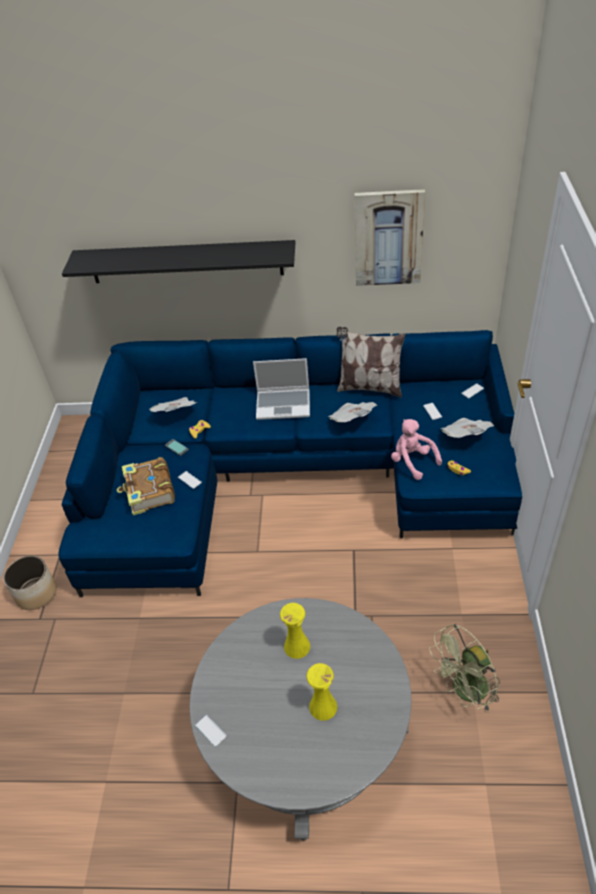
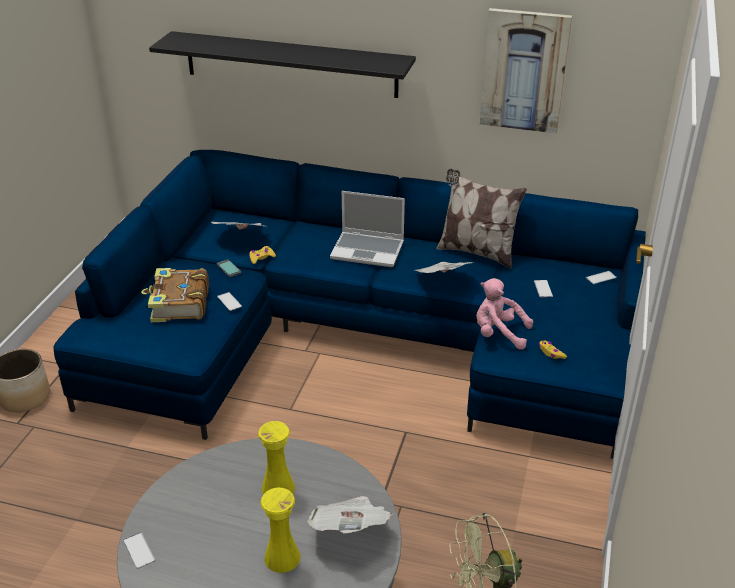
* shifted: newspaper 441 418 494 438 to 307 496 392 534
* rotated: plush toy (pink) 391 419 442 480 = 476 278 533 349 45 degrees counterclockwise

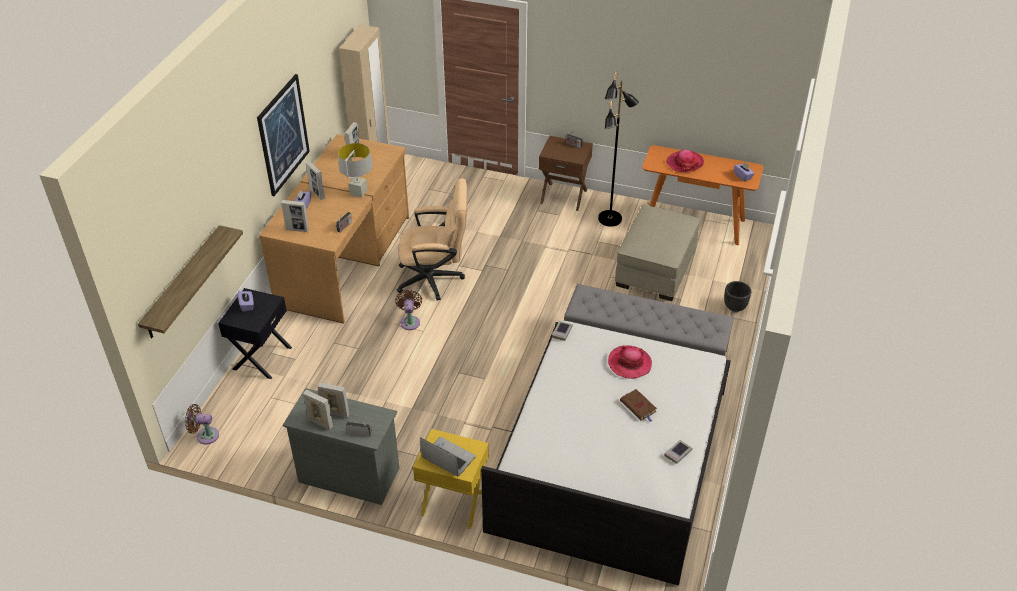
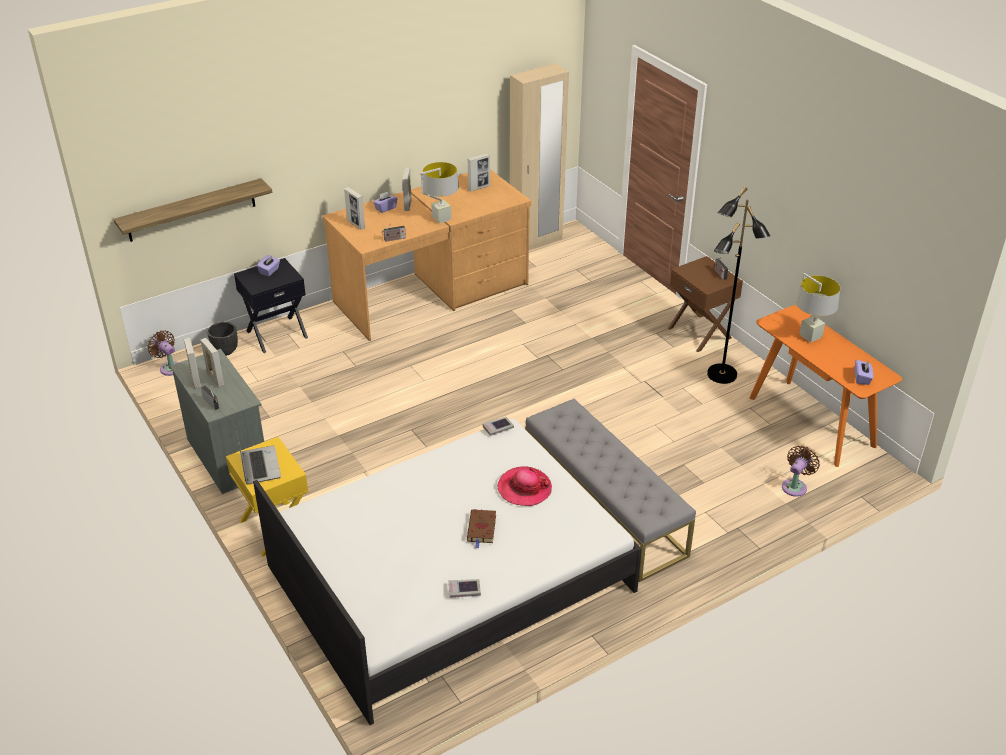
* shifted: planter (black) 724 281 751 312 to 207 322 238 356
* shifted: fan (brown) 395 290 422 330 to 782 446 820 497
* swapped: hat 666 149 704 172 to table lamp (grey) 796 273 840 343
* gone: picture 257 74 310 196
* gone: office chair (beige) 397 178 467 300
* gone: ottoman (beige) 614 205 700 301

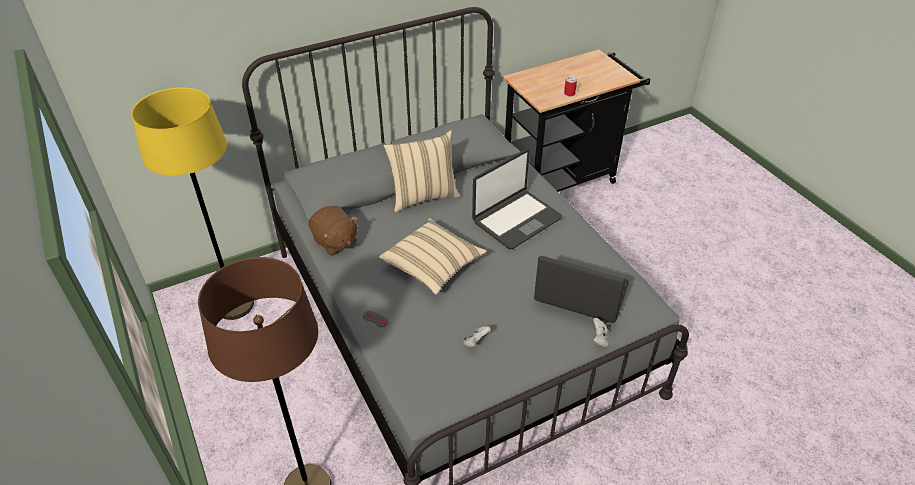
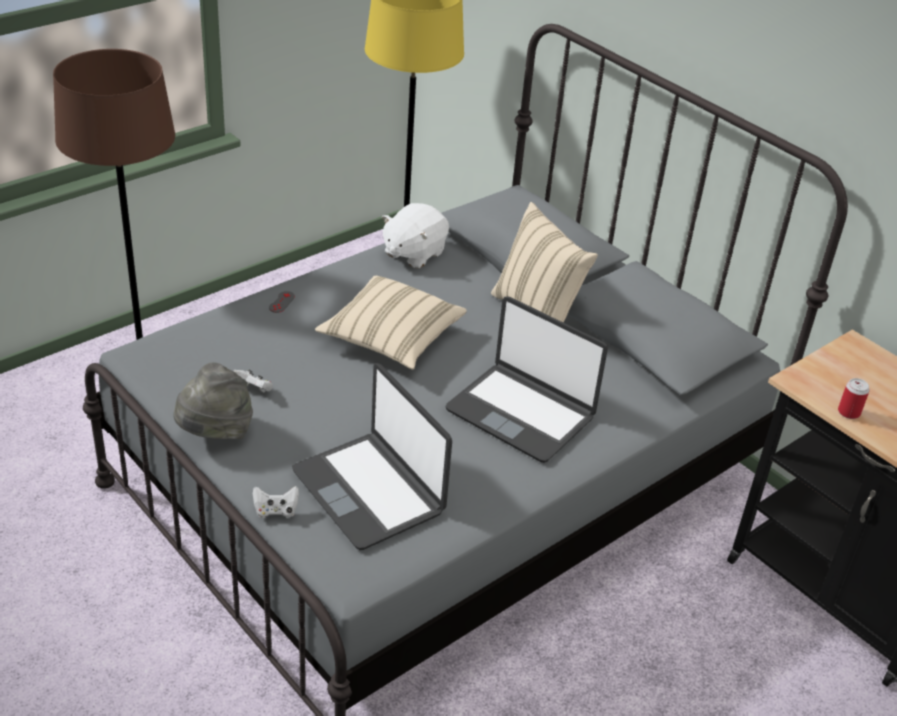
* new: hat (grey) 173 362 253 439
* rotated: laptop 534 256 629 323 = 292 363 452 550 135 degrees clockwise
* repainted: plush toy (brown) 309 205 358 255 to plush toy (white) 382 203 449 269

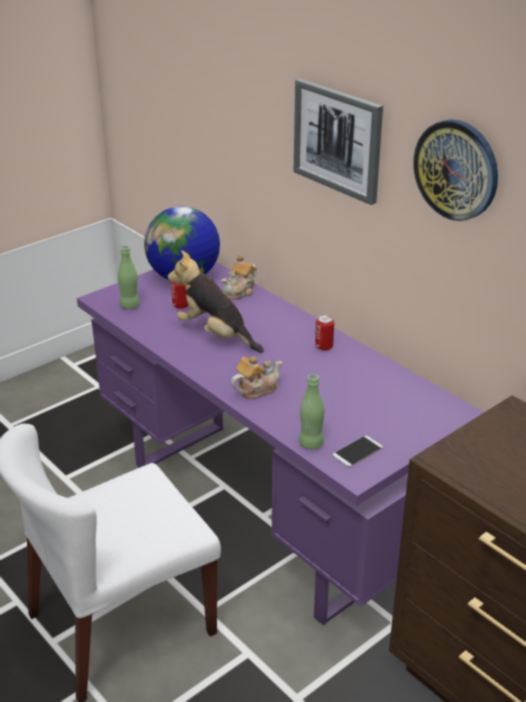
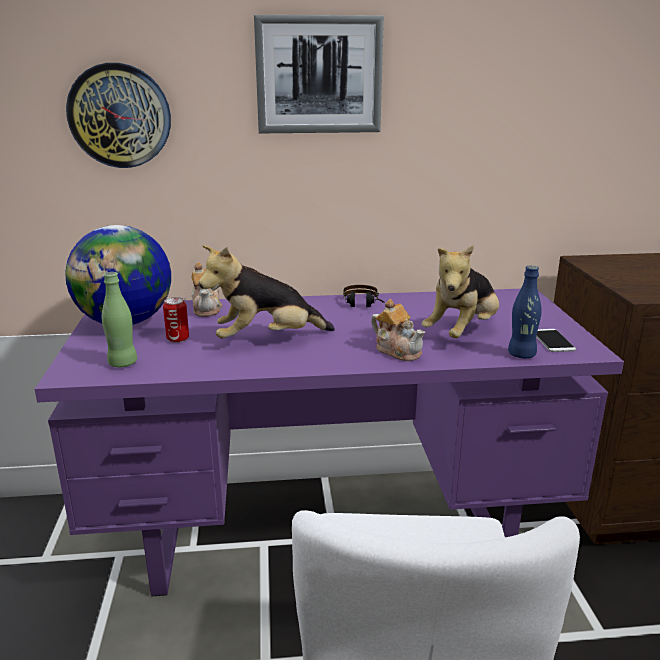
* shifted: wall clock 413 119 498 221 to 66 63 171 168
* swapped: can 315 315 334 351 to headphones 343 285 384 307
* rotated: teapot 231 356 282 399 = 371 299 425 361 135 degrees clockwise
* new: plush toy 421 245 499 338
* repainted: bottle (green) 299 374 324 449 to bottle (blue) 508 266 542 358

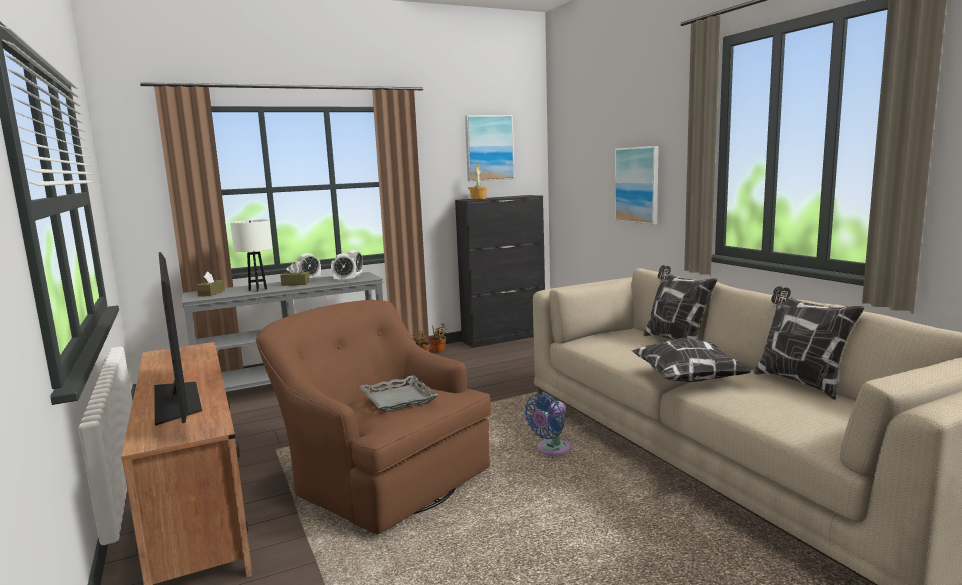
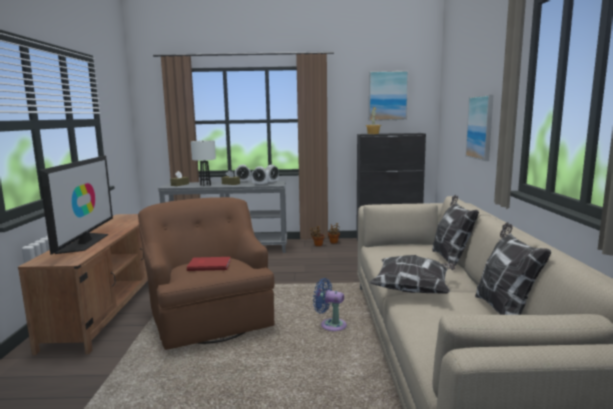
* swapped: tray (grey) 359 375 438 412 to book (red) 187 257 231 271
* rotated: fan (blue) 524 393 571 455 = 313 278 347 331 45 degrees clockwise

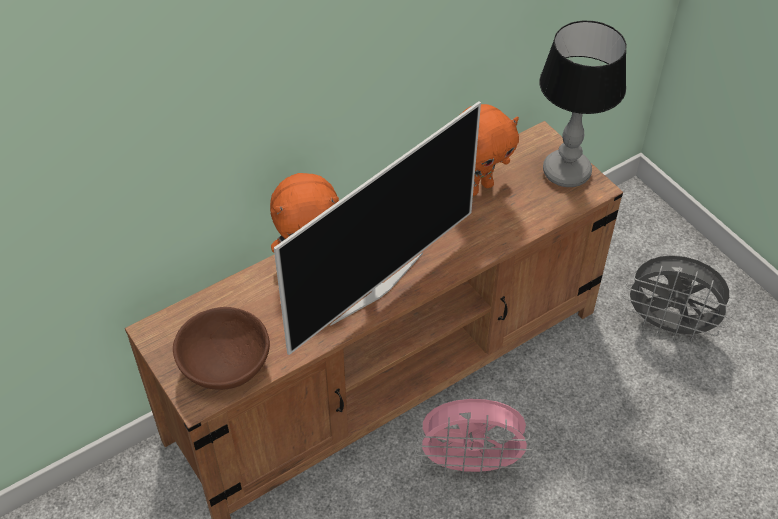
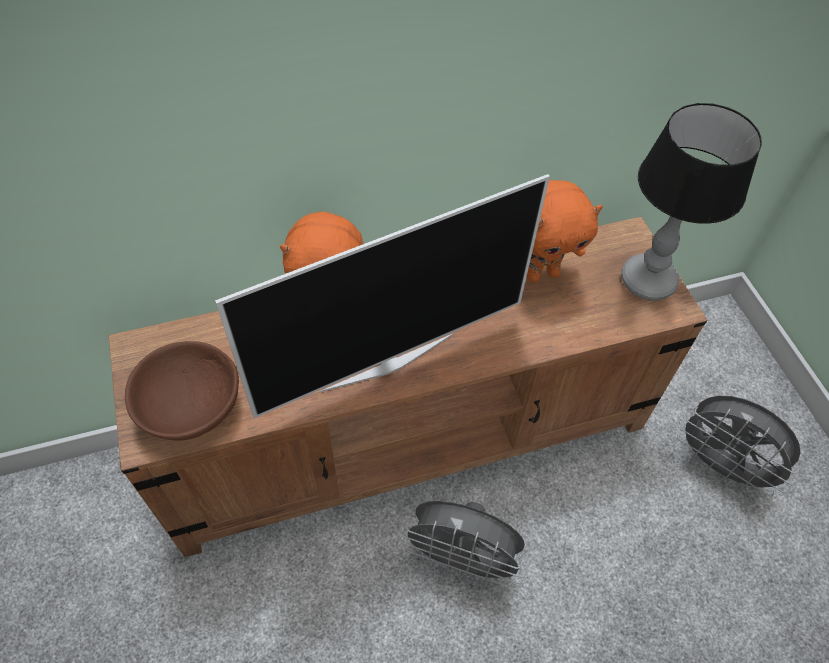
* repainted: fan (pink) 415 399 535 480 to fan (grey) 399 501 527 587

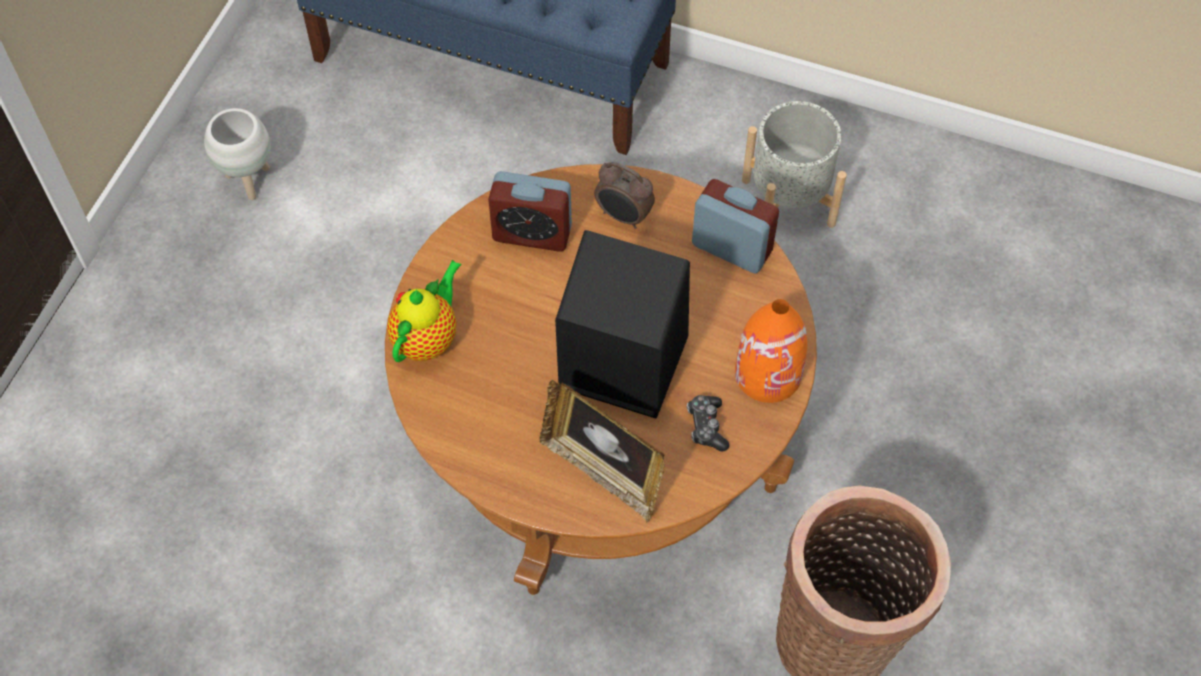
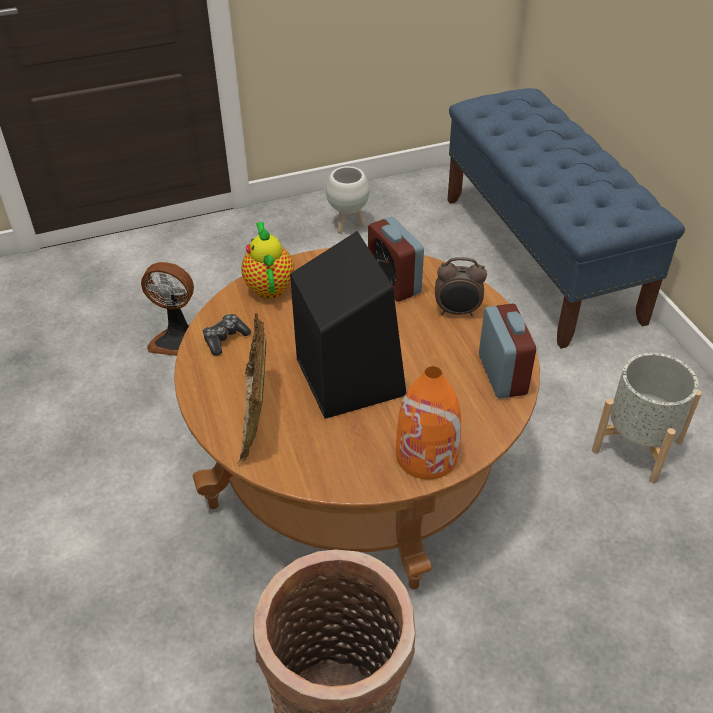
* new: fan 141 262 194 356
* shifted: game controller 687 395 729 451 to 203 314 251 355
* rotated: teapot 387 260 462 362 = 242 222 294 299 90 degrees counterclockwise
* rotated: alarm clock 594 162 655 229 = 435 257 487 316 75 degrees counterclockwise

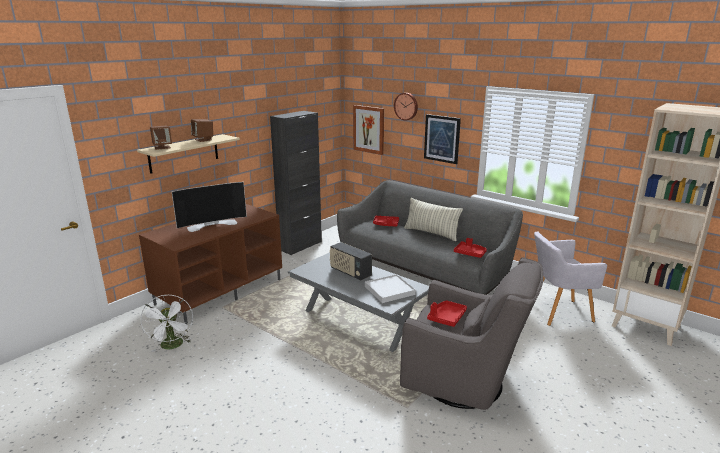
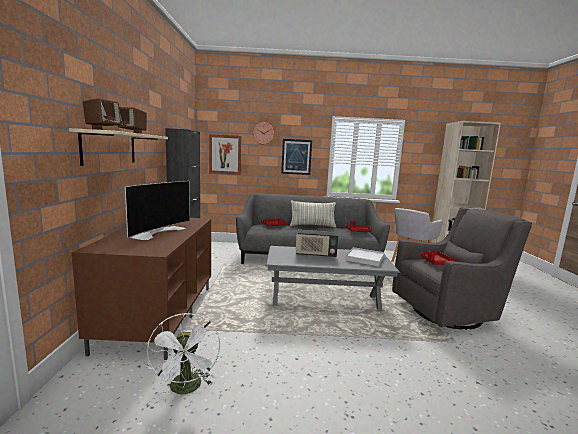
* rotated: fan (white) 141 295 193 352 = 147 313 220 396 45 degrees clockwise

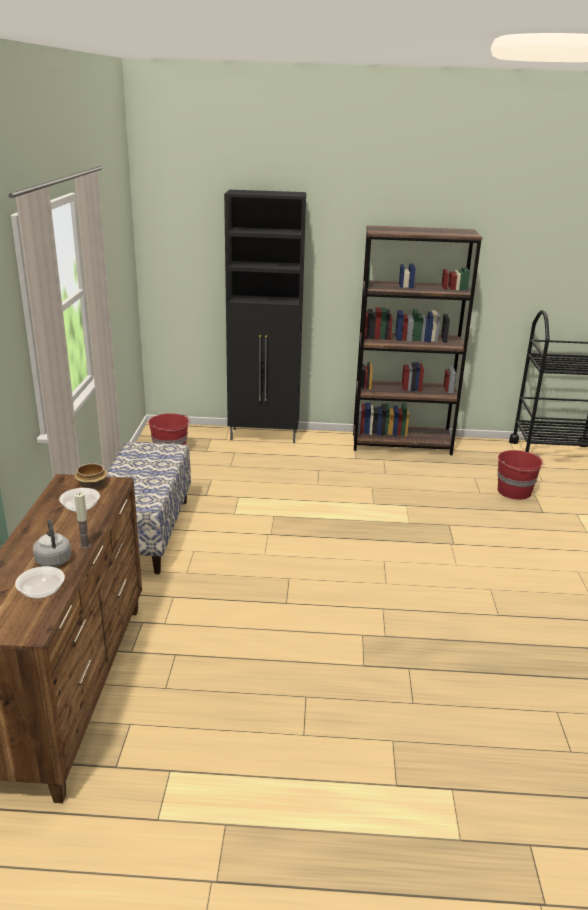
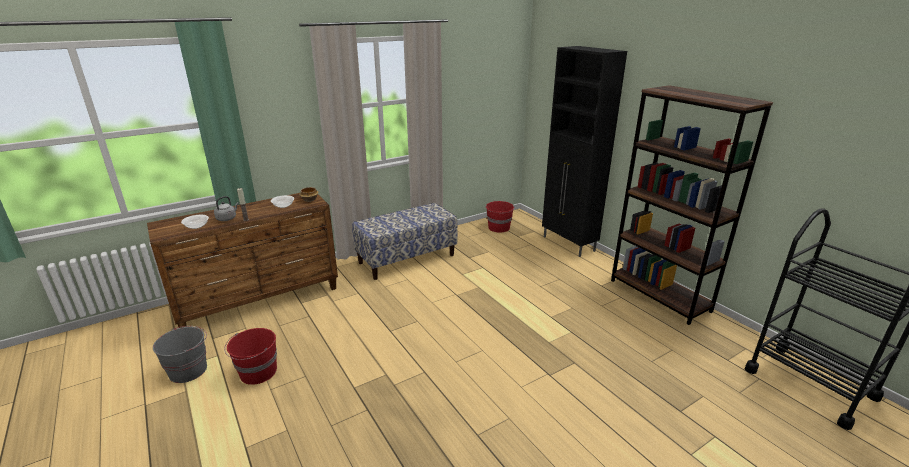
* new: bucket (grey) 153 326 207 383
* shifted: bucket (red) 497 450 544 500 to 224 328 277 385

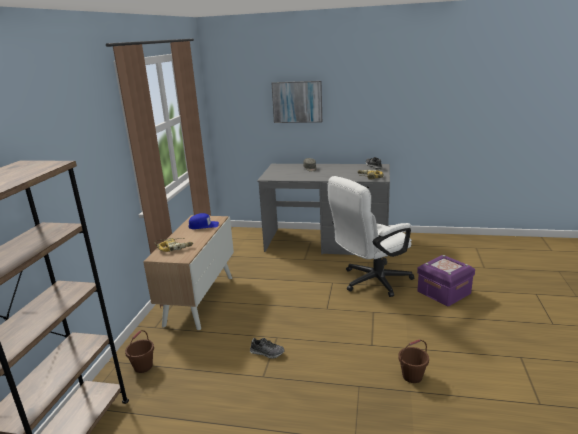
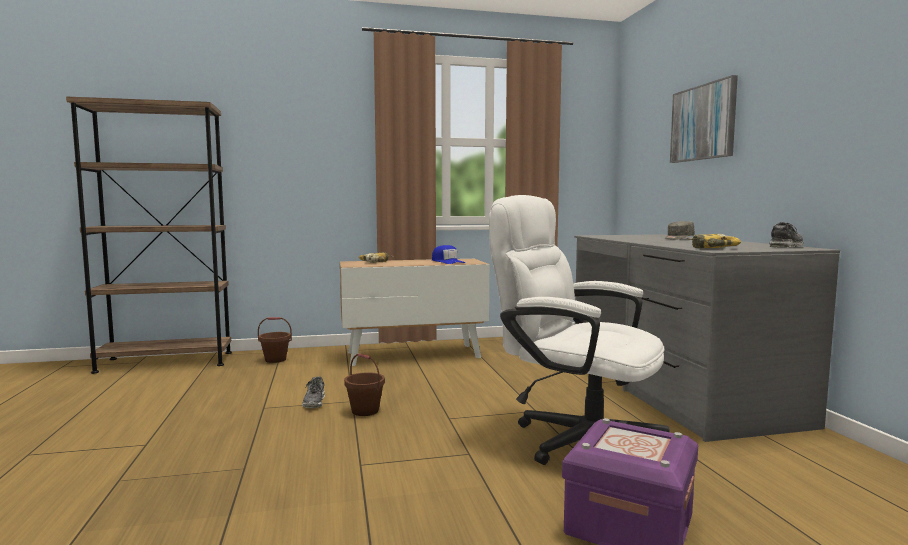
* shifted: bucket (brown) 398 340 429 383 to 344 353 385 416

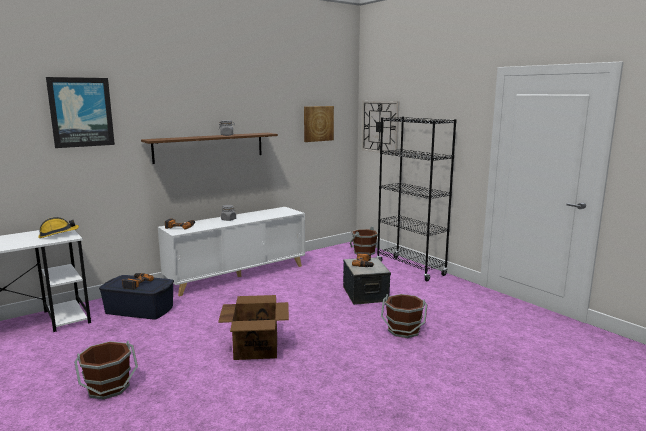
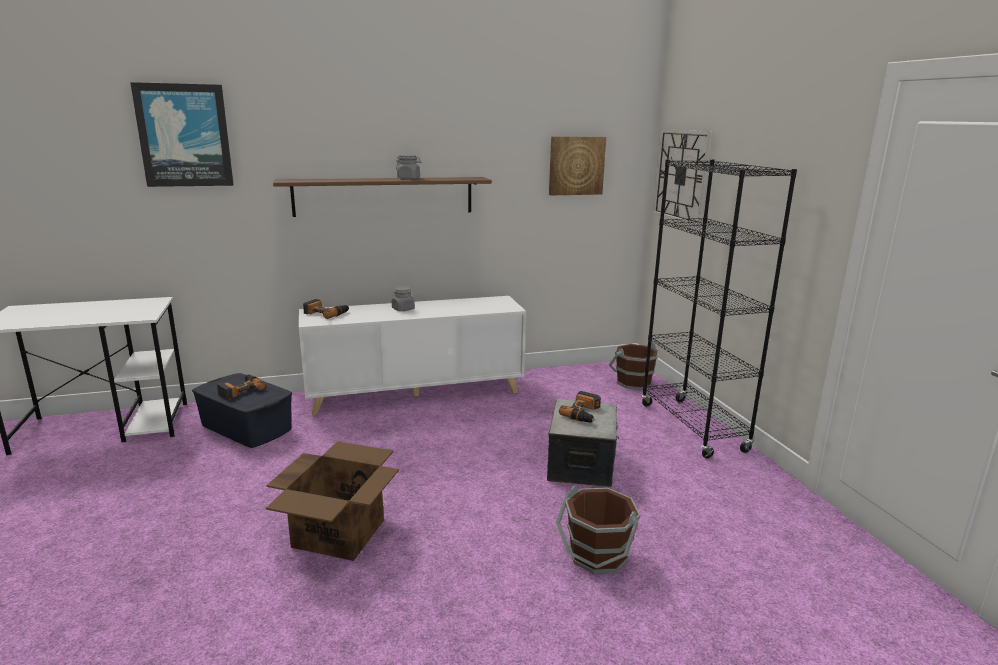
* gone: hard hat 38 217 79 238
* gone: bucket (brown) 74 341 138 400

